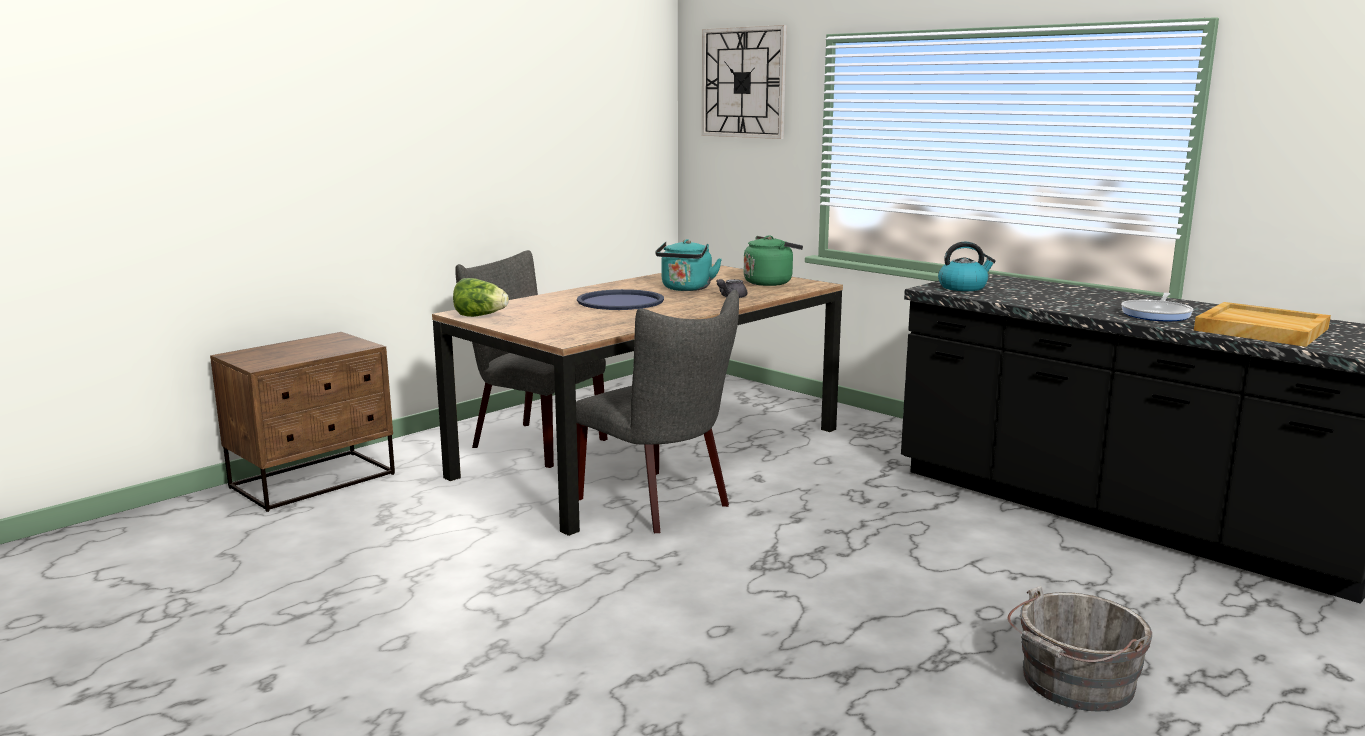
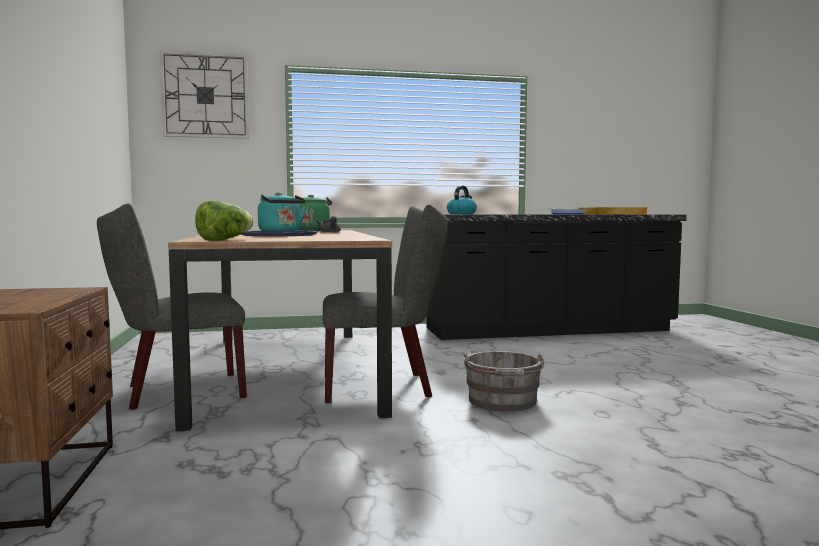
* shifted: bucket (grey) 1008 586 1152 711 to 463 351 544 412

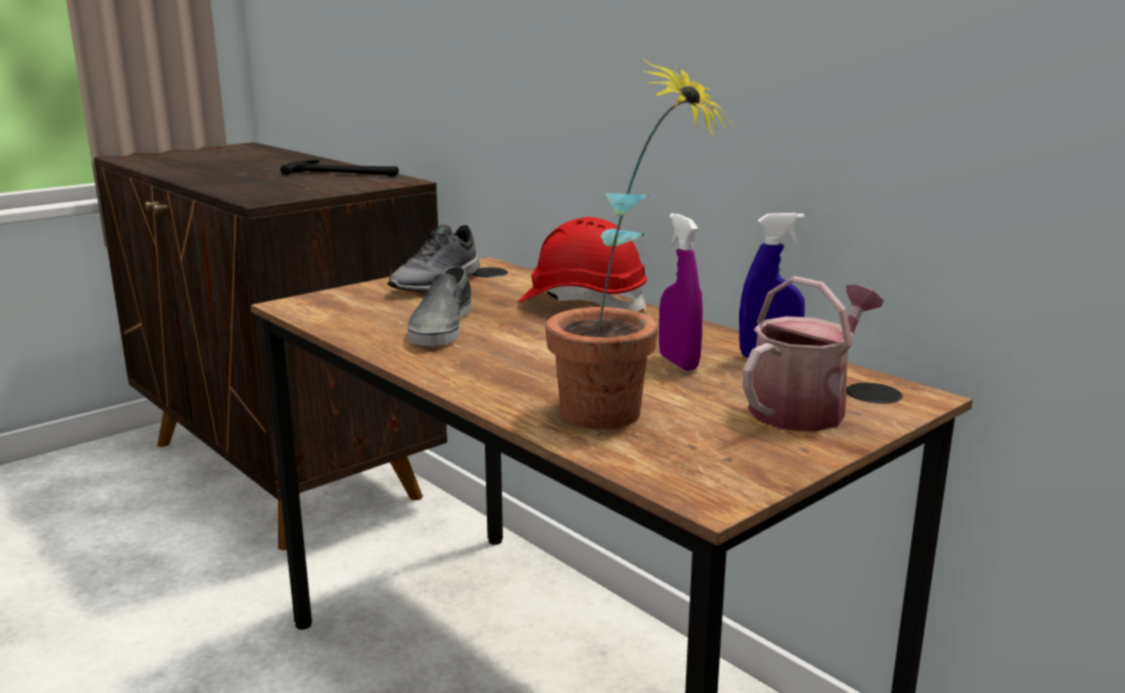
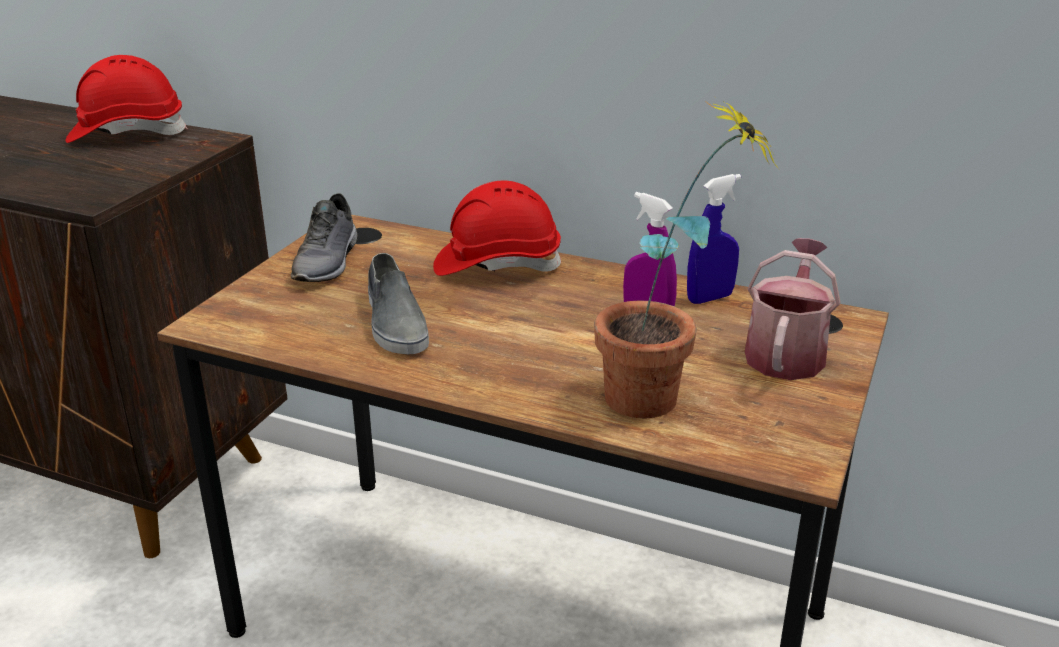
* swapped: hammer 280 160 399 176 to hard hat (red) 65 55 188 143

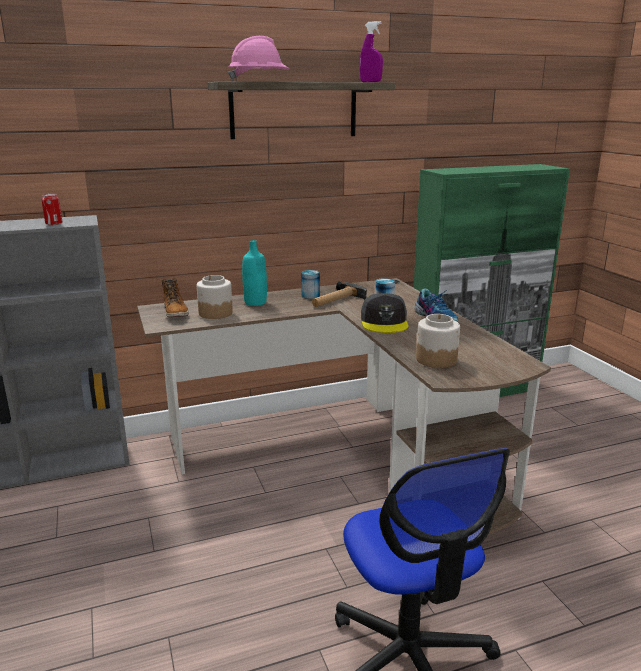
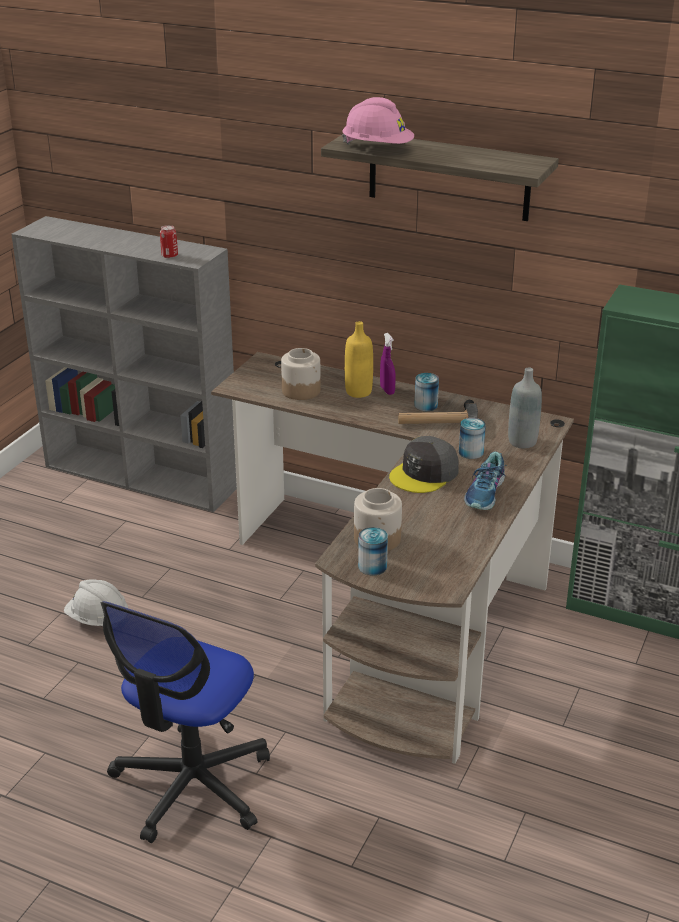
* new: hard hat (white) 64 579 128 626
* repainted: bottle (turquoise) 242 240 267 306 to bottle (yellow) 345 321 373 398
* new: can 358 527 388 576
* shifted: spray bottle (purple) 360 21 383 82 to 380 333 396 395
* new: bottle (grey) 508 367 542 448
* gone: boot 162 278 189 317

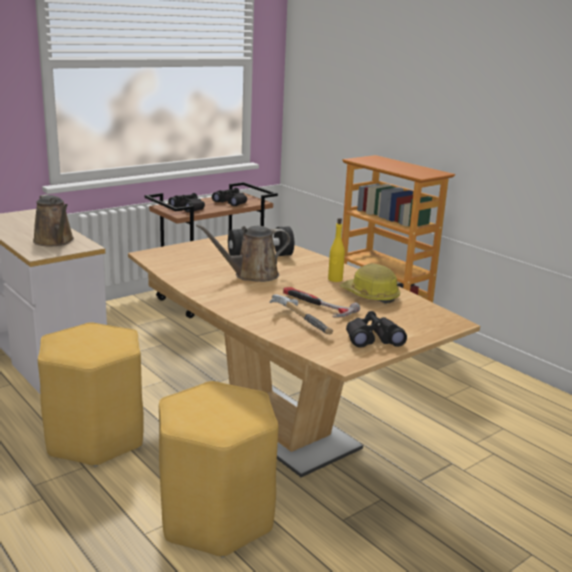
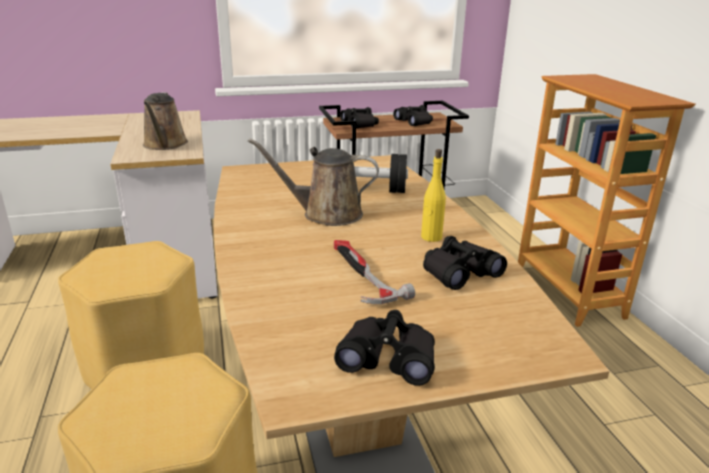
* swapped: hard hat 340 263 400 304 to binoculars (black) 423 236 507 290
* gone: hammer 269 294 333 334

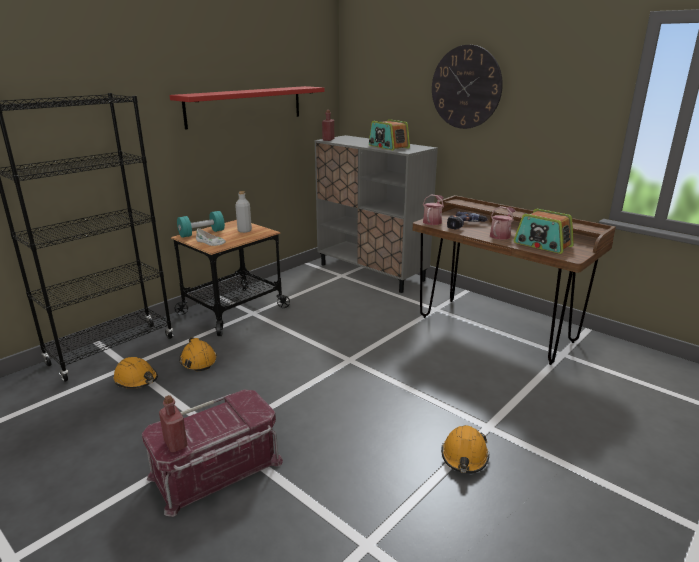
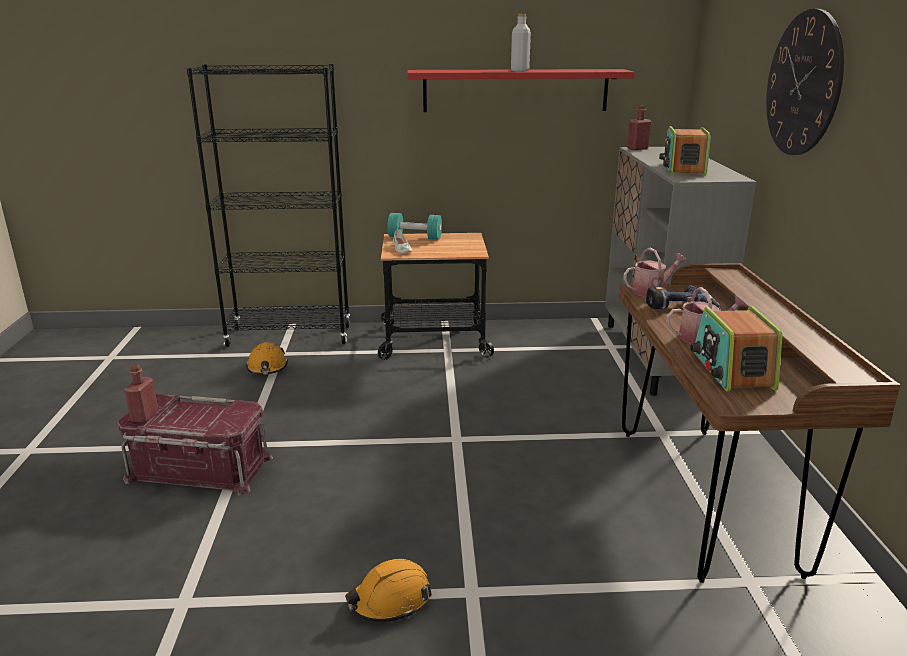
* shifted: bottle (grey) 235 191 252 233 to 511 14 531 71
* gone: hard hat (orange) 179 337 217 372

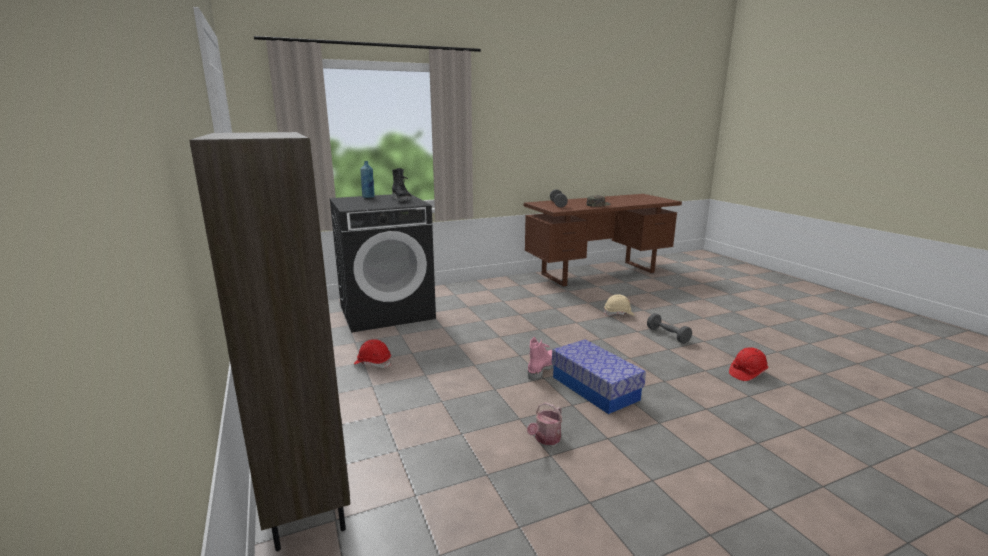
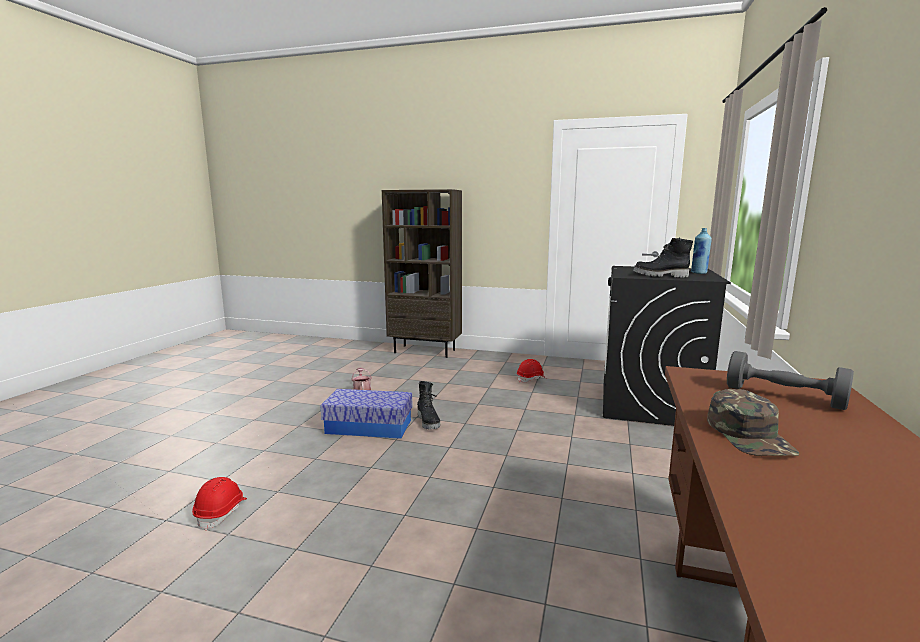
* repainted: boot (pink) 528 337 554 381 to boot (black) 417 381 440 429
* gone: hard hat (beige) 604 294 635 316
* gone: dumbbell (grey) 647 313 692 344

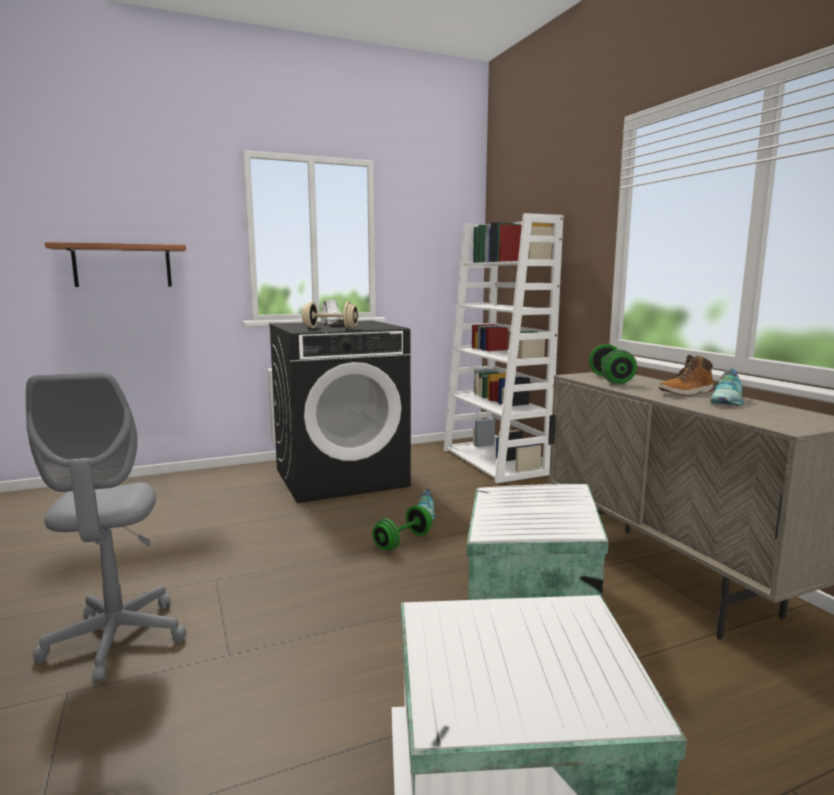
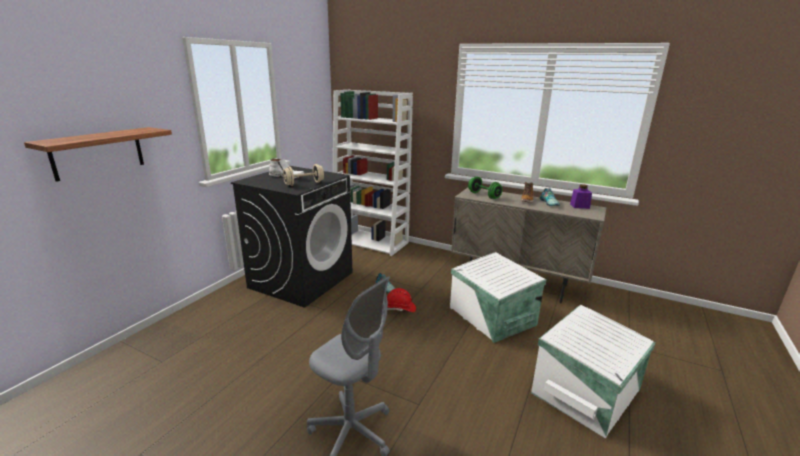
* swapped: dumbbell (green) 372 505 432 551 to hard hat (red) 387 288 416 312
* new: jar (purple) 570 184 592 209

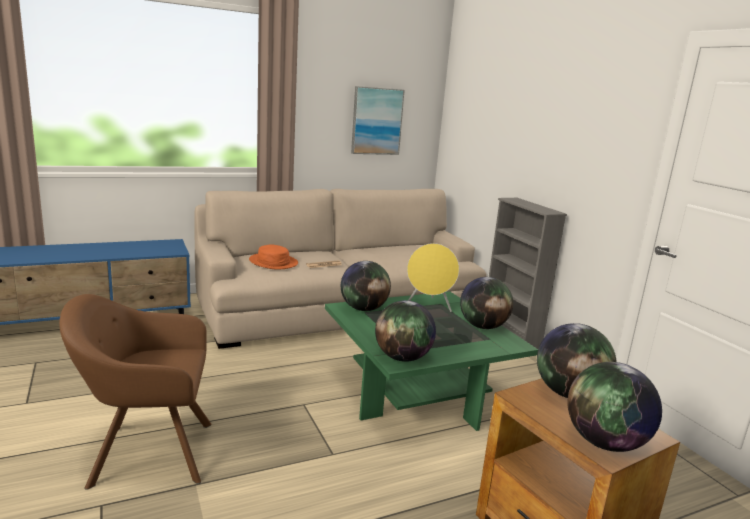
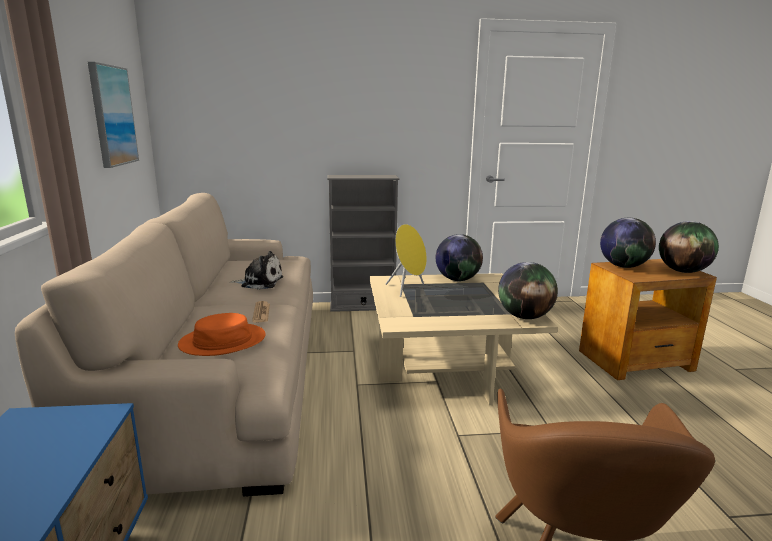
* new: plush toy 230 251 283 290
* repainted: coffee table (green) 325 291 538 431 to coffee table (beige) 370 273 558 405
* gone: globe 341 261 391 311

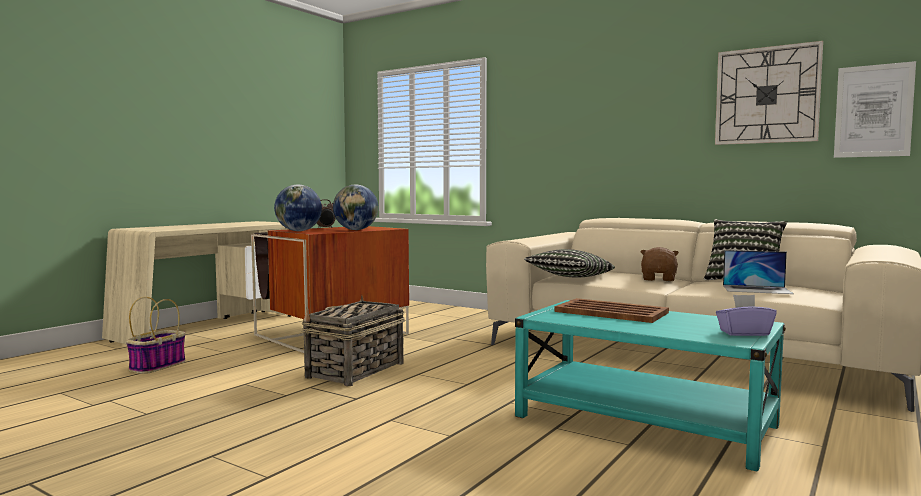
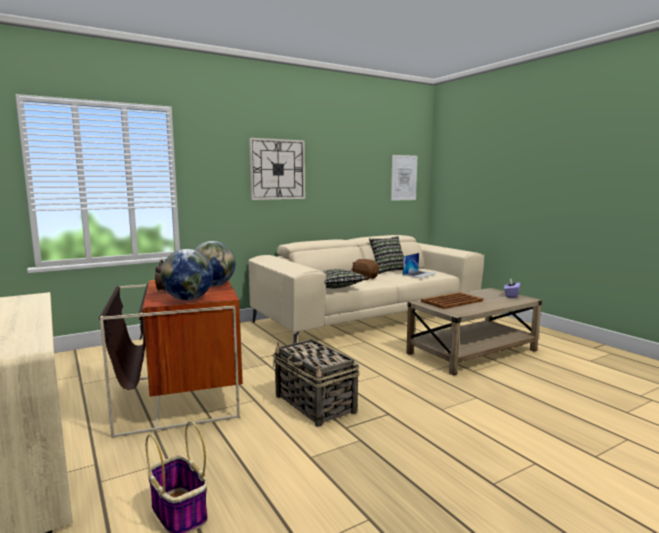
* shifted: wall clock 715 41 823 145 to 249 138 305 200
* repainted: coffee table (turquoise) 515 300 786 471 to coffee table (beige) 406 288 542 376

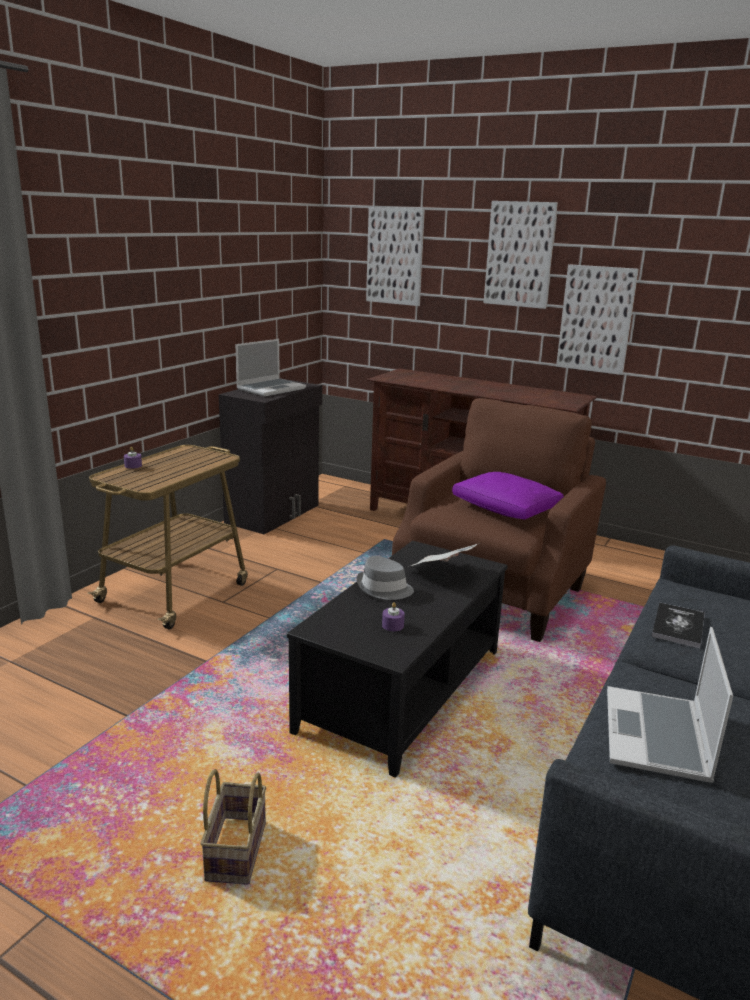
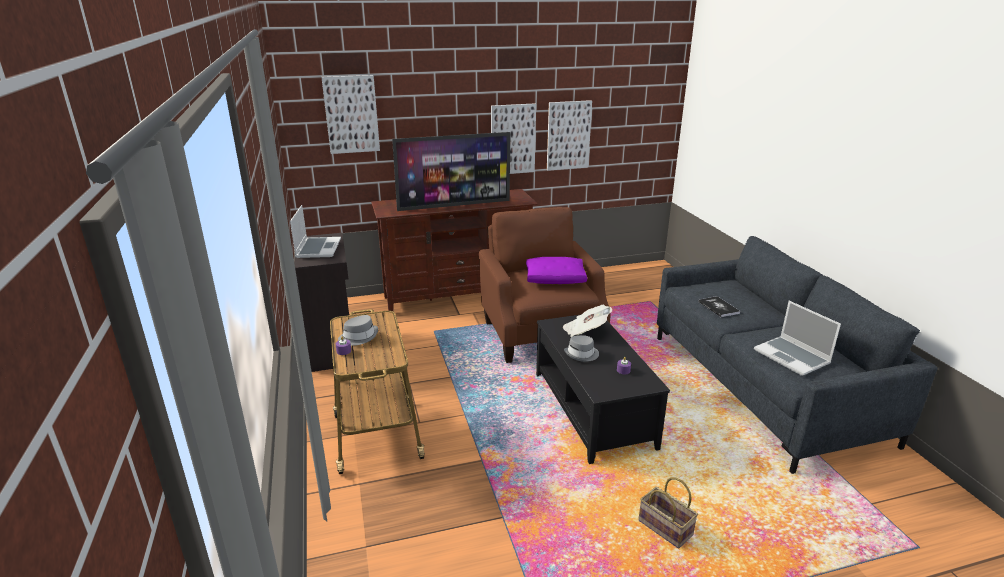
* new: hat (grey) 338 315 378 346
* new: television 392 132 511 211
* shifted: picture 484 201 558 309 to 547 100 592 171

